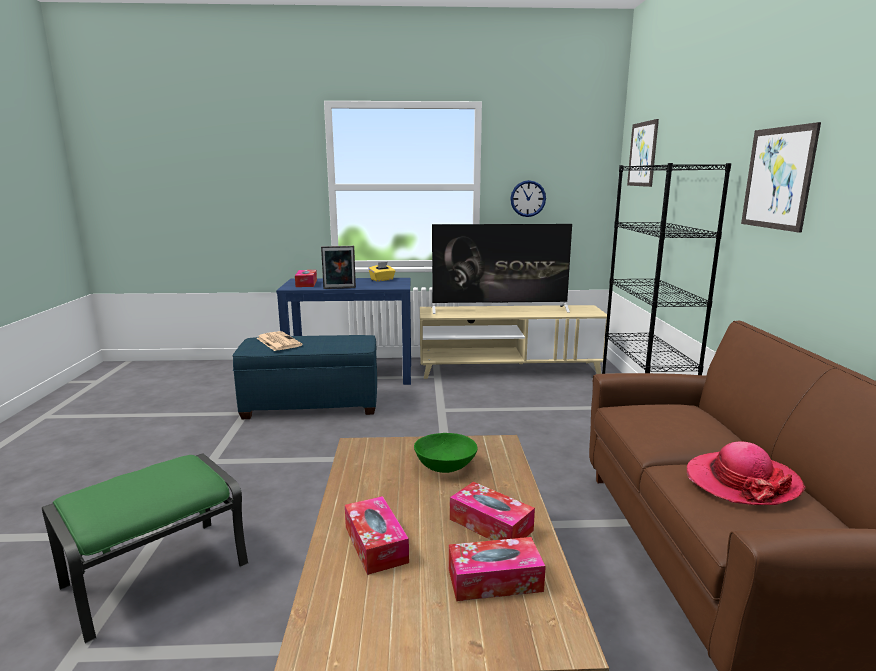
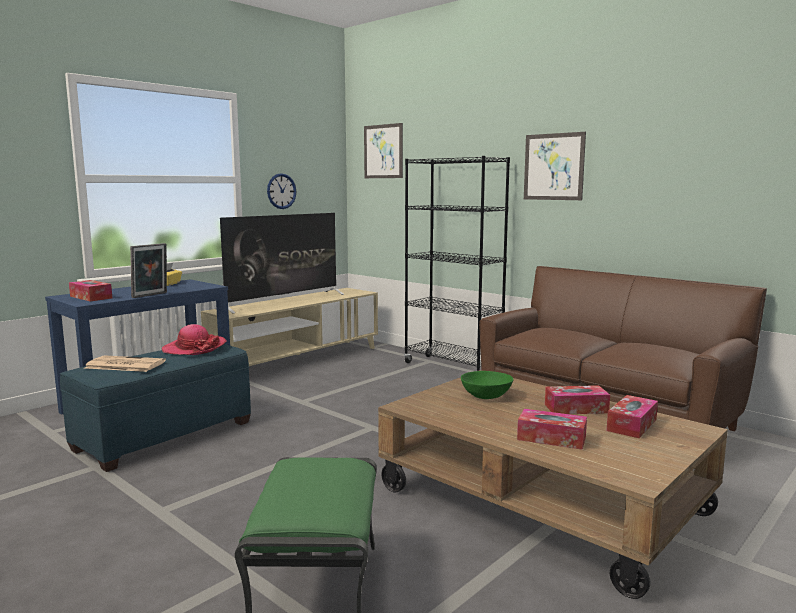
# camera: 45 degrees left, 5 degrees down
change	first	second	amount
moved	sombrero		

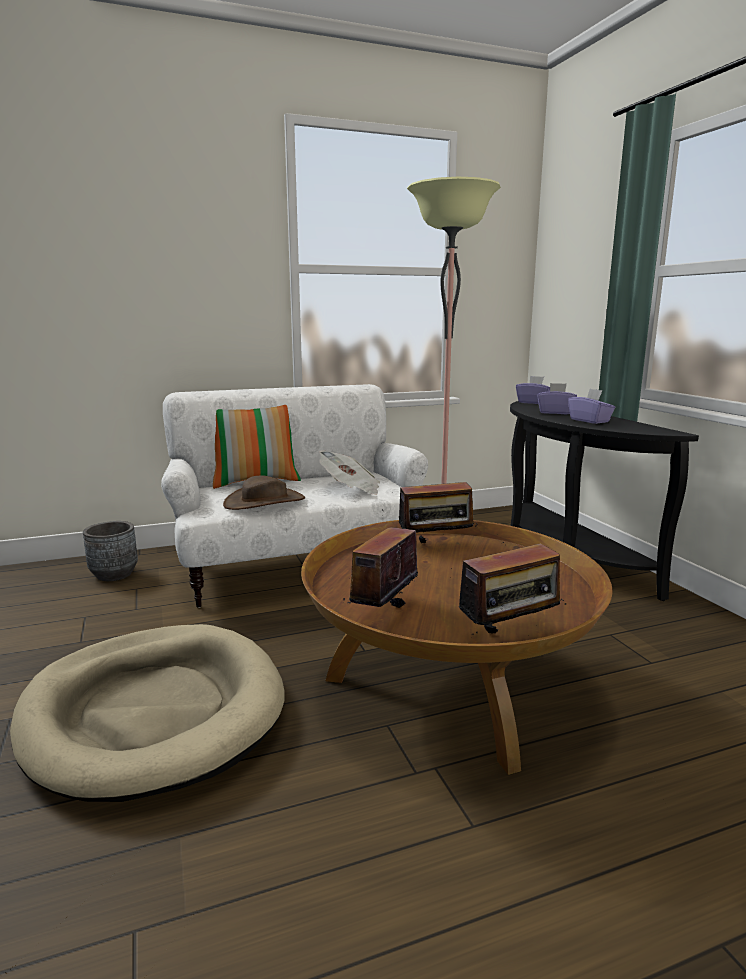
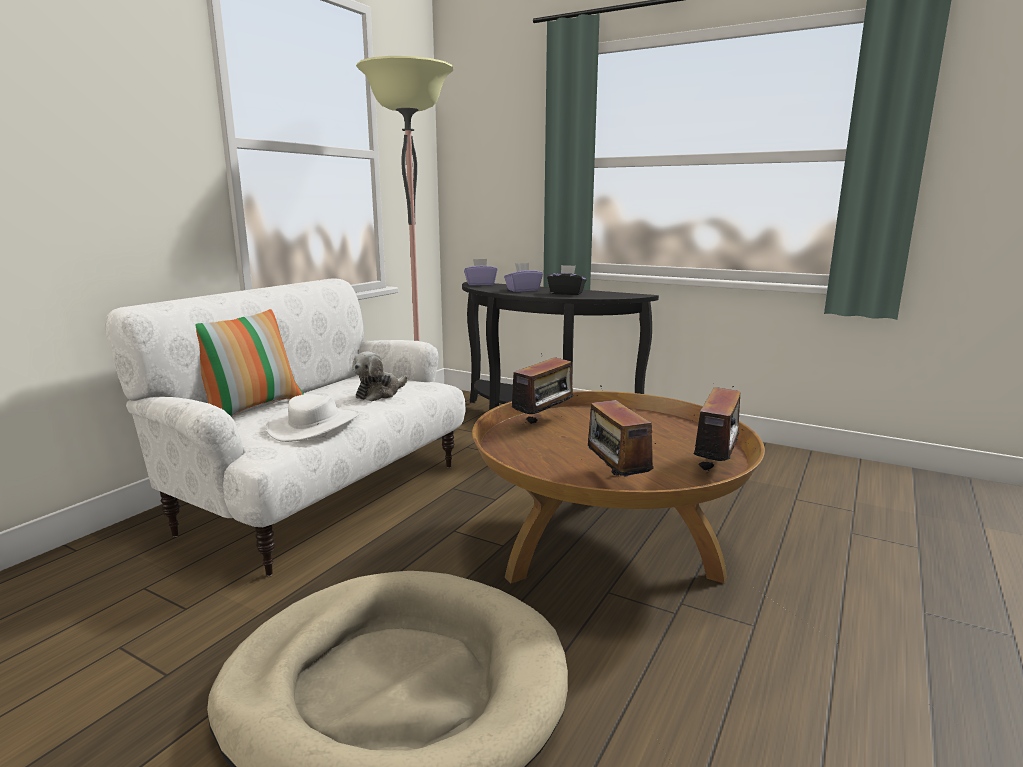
# camera: 40 degrees left, 0 degrees up
change	first	second	amount
removed	maceta [gris]		
recoloured	sombrero [marrón]	sombrero [blanco]	
replaced	periódico	peluche	
recoloured	caja de pañuelos [morado] (3rd from left)	caja de pañuelos [negro]	

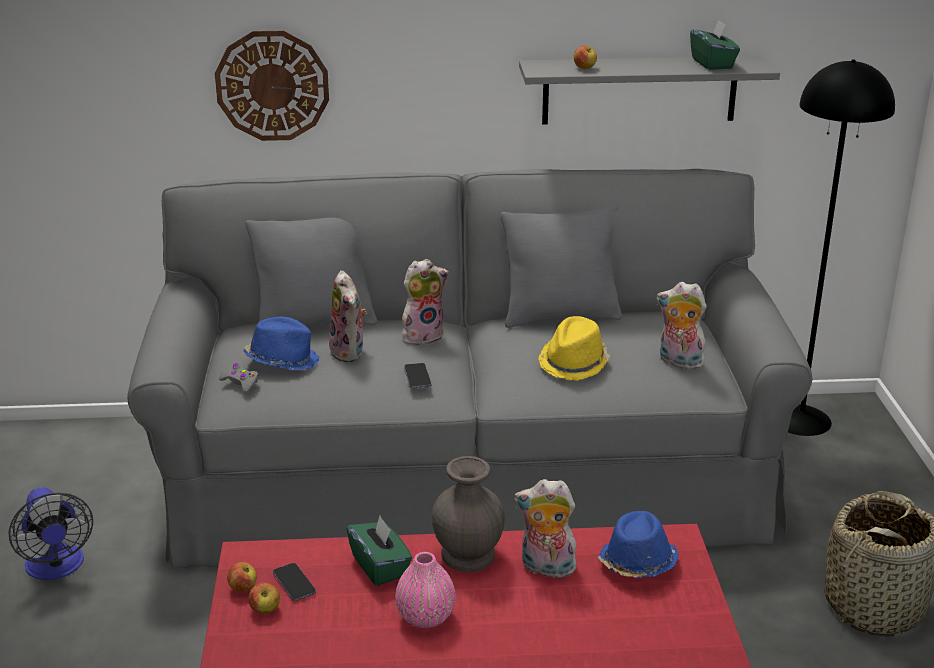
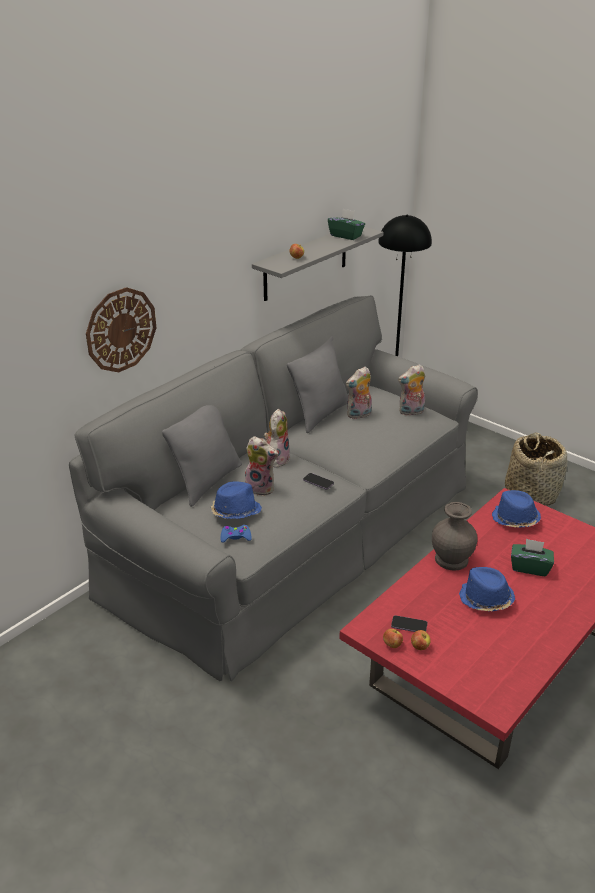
# camera: 45 degrees left, 5 degrees up
change	first	second	amount
removed	ventilador		
recoloured	mando de consola [gris]	mando de consola [azul]	
moved	caja de pañuelos [verde] (1st from left in the first image)	caja de pañuelos [verde] (2nd from left)	
replaced	florero [rosa]	sombrero [azul] (2nd from left)	
moved	peluche (3rd from left)		
removed	sombrero [amarillo]		

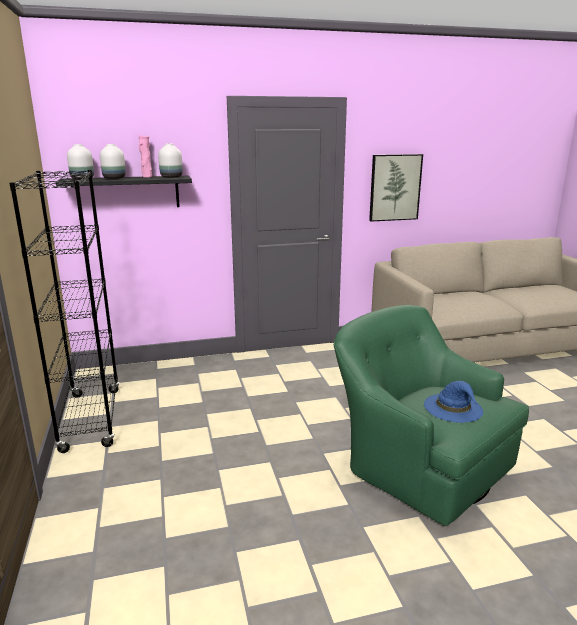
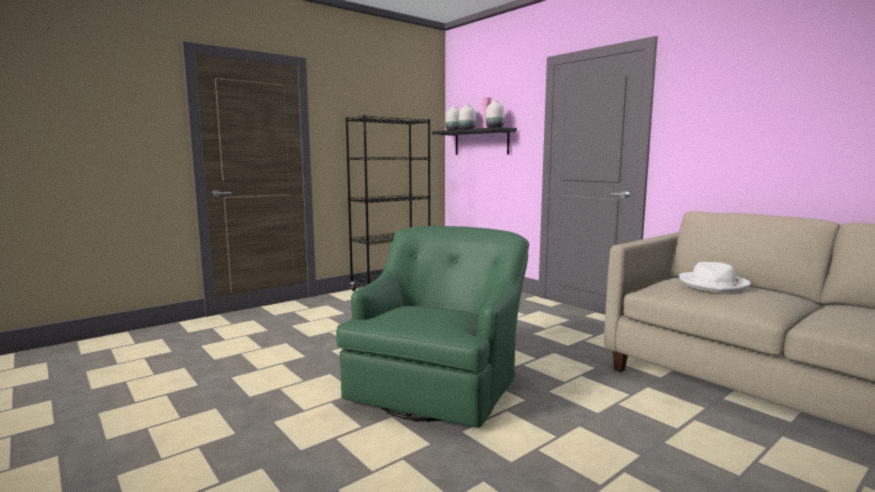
# camera: 65 degrees right, 10 degrees down
change	first	second	amount
removed	cuadro		
removed	sombrero [azul]		
added		sombrero [blanco]	

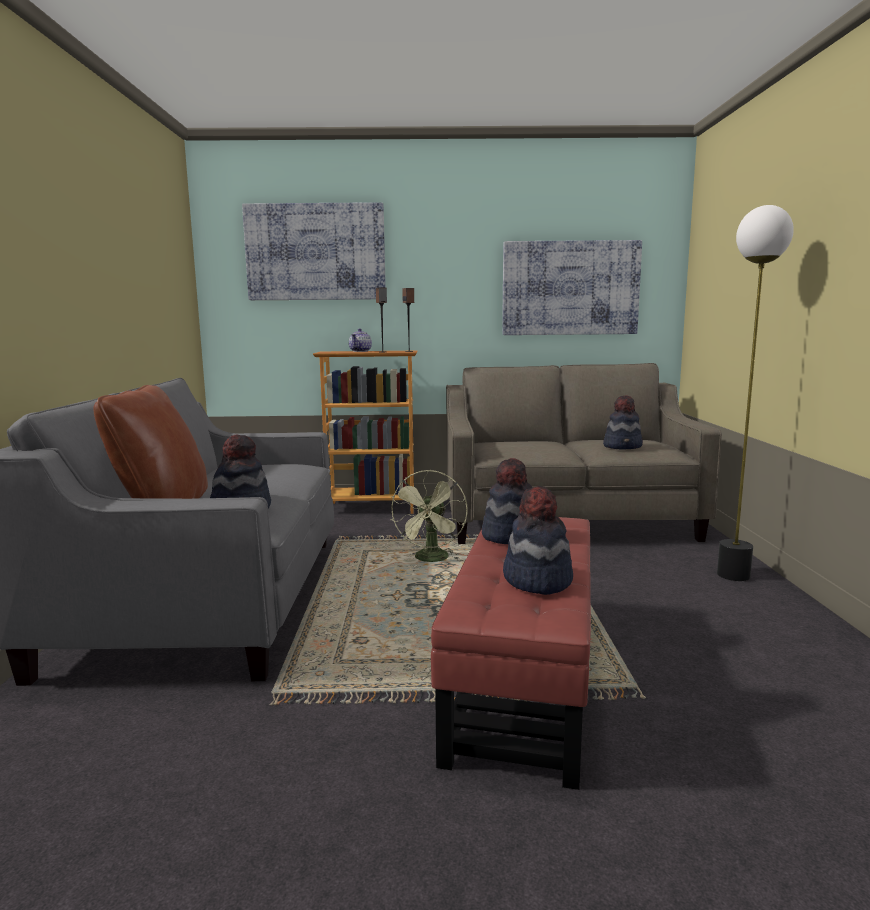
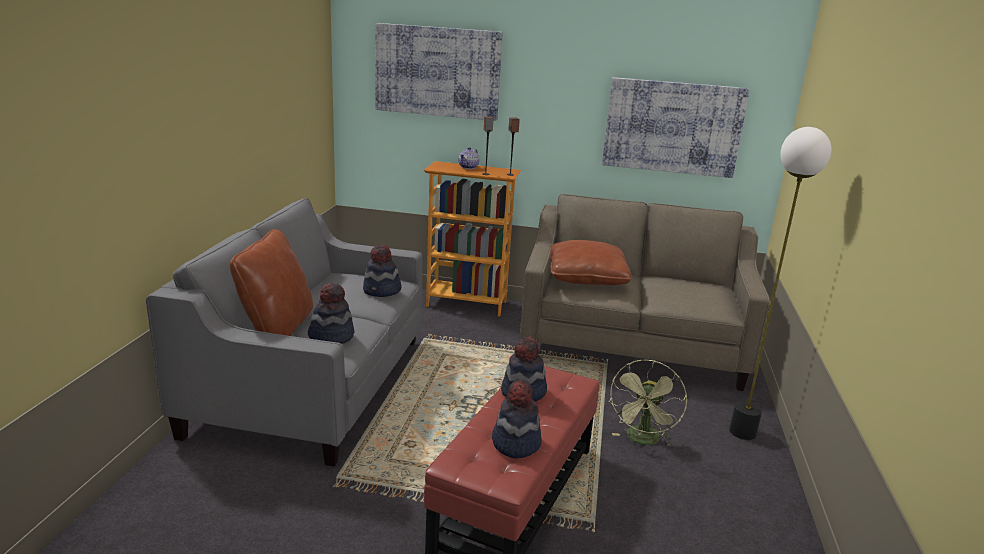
# camera: 10 degrees right, 10 degrees up
change	first	second	amount
moved	ventilador [verde]		
moved	sombrero (4th from left in the first image)	sombrero (2nd from left)	
added		cojín [marrón] (2nd from left)	

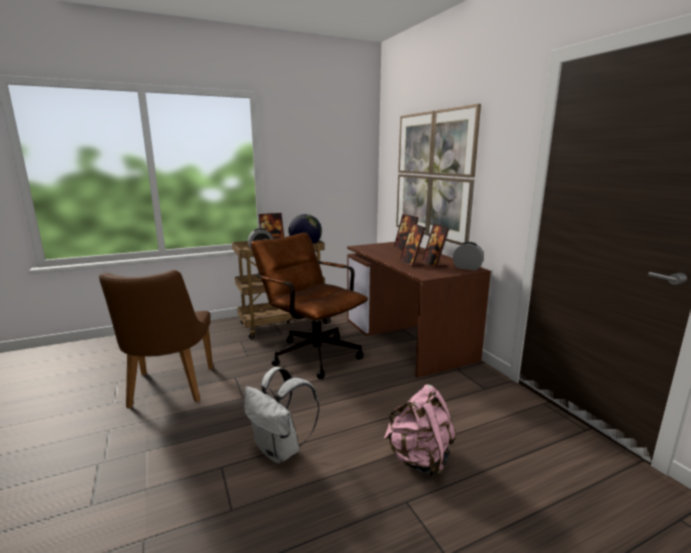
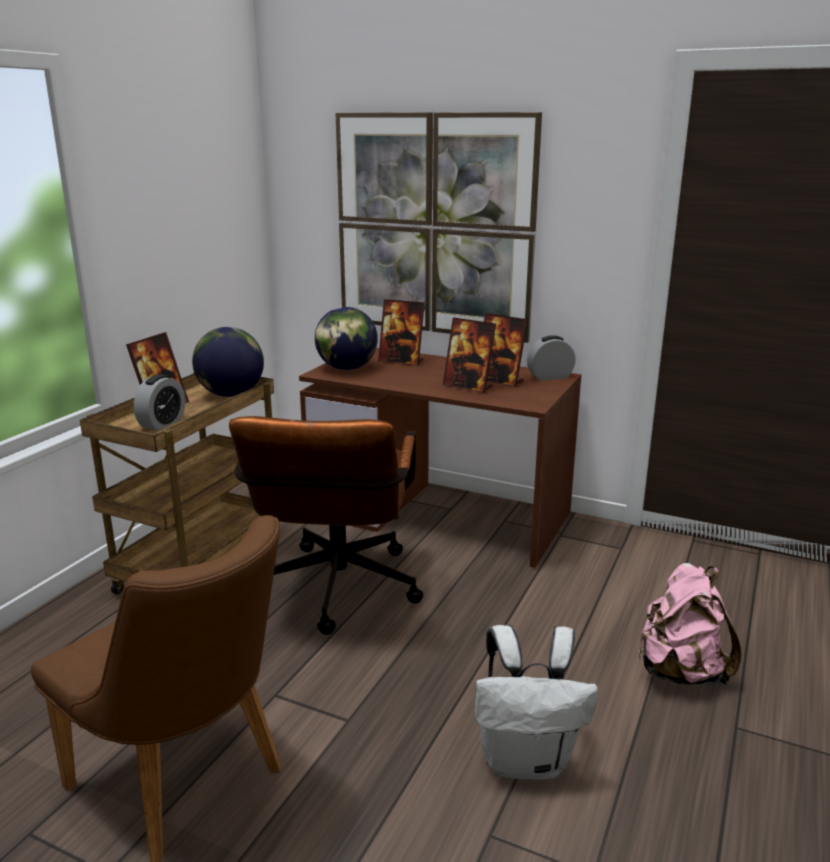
# camera: 40 degrees left, 5 degrees up
change	first	second	amount
turned	silla de oficina [marrón]		90 degrees counterclockwise
added		globo terráqueo (2nd from left)	

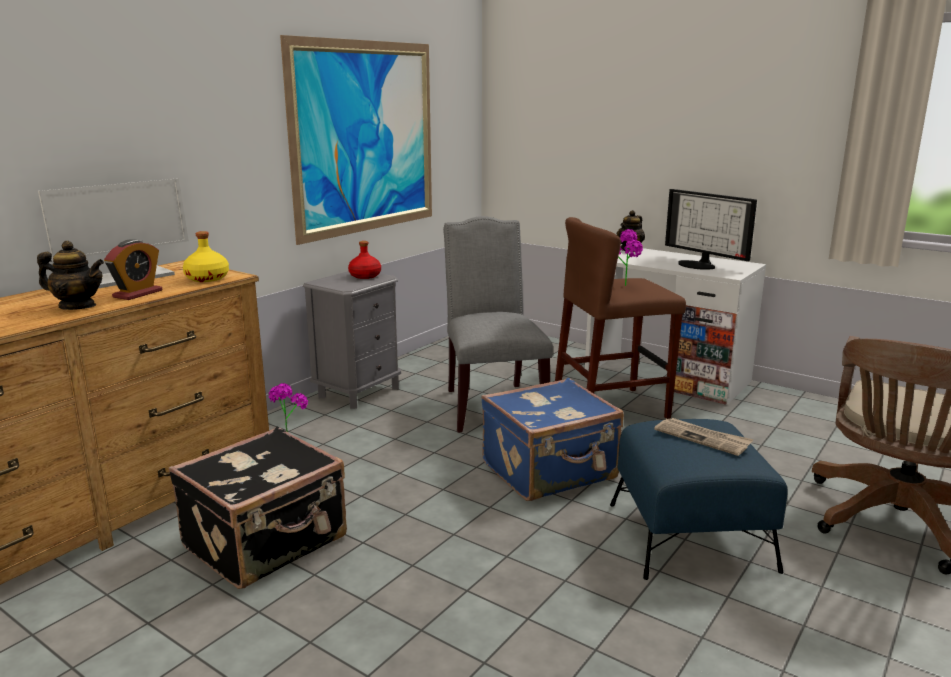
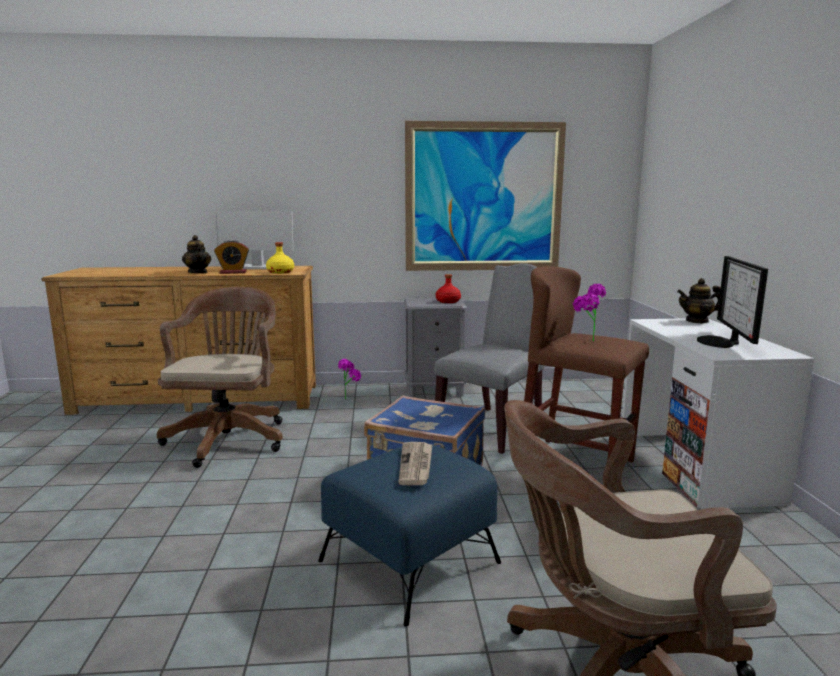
# camera: 50 degrees right, 5 degrees down
change	first	second	amount
replaced	maleta [negro]	silla de oficina [marrón] (1st from left)	

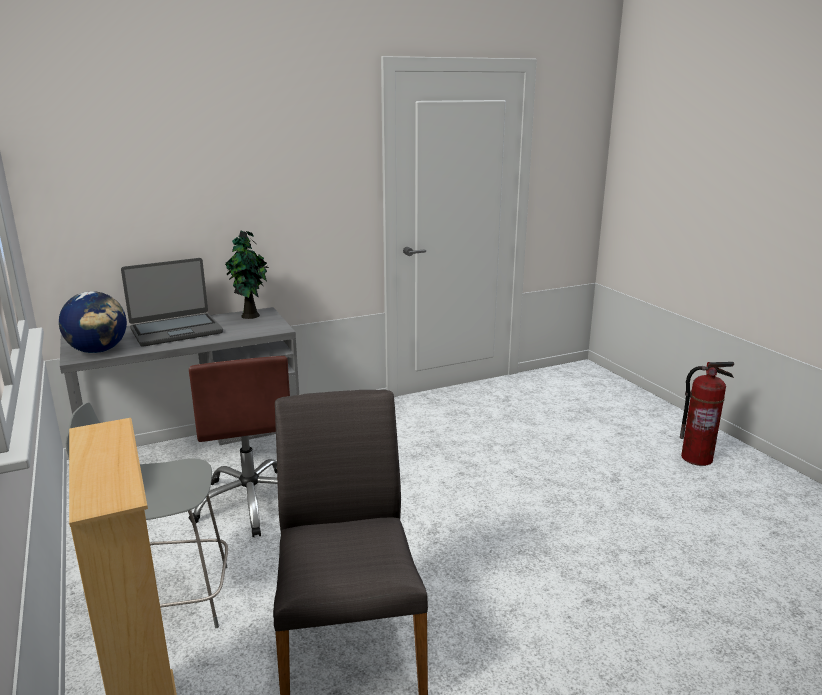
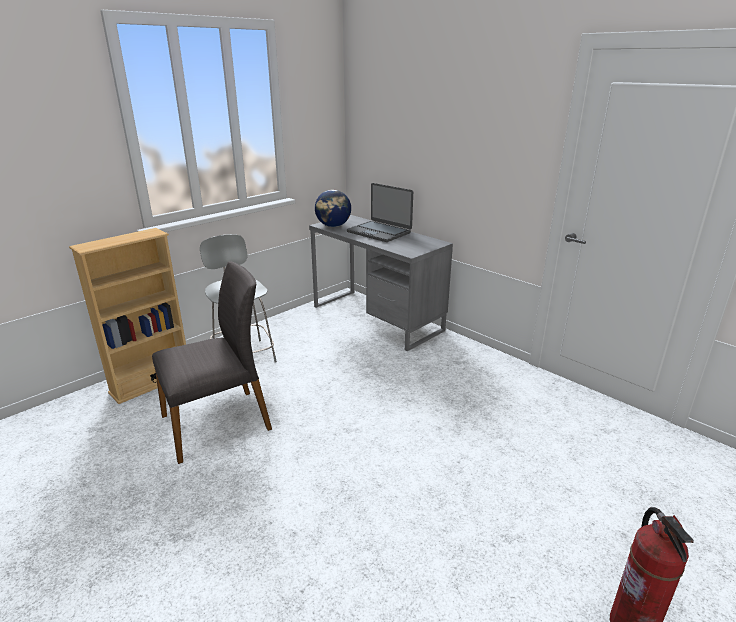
# camera: 70 degrees right, 5 degrees up
change	first	second	amount
removed	silla de oficina [marrón]		
removed	planta en maceta		

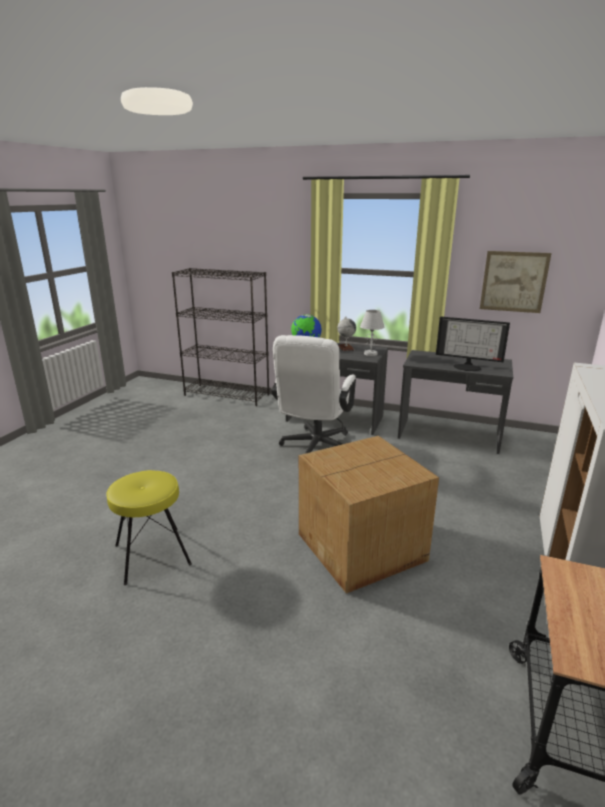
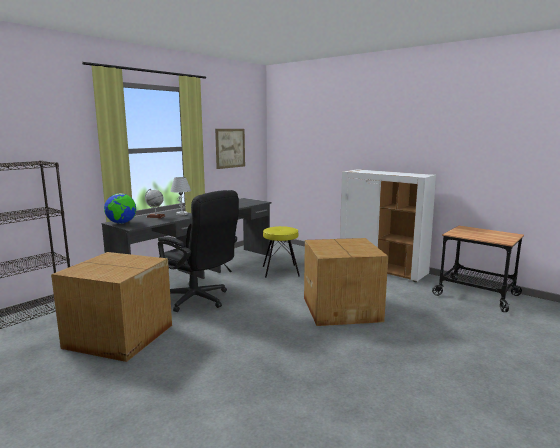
# camera: 70 degrees left, 10 degrees down
change	first	second	amount
moved	taburete [amarillo]		
recoloured	silla de oficina [blanco]	silla de oficina [negro]	
removed	monitor		
added		caja de cartón (1st from left)	

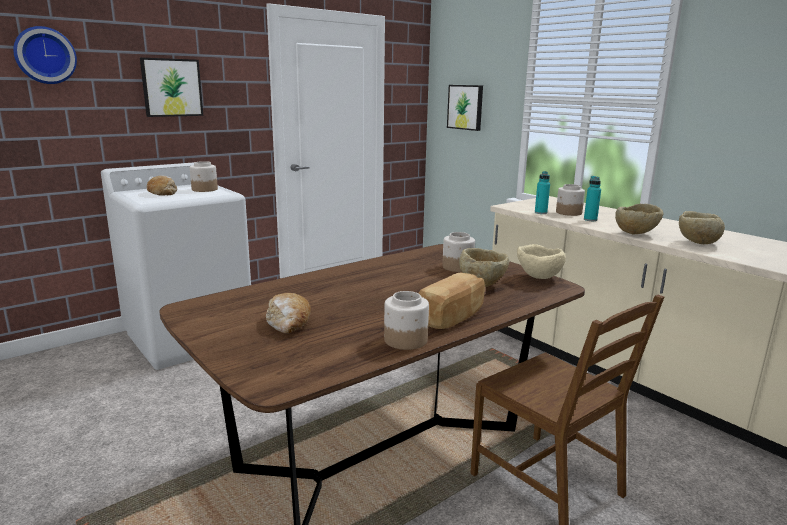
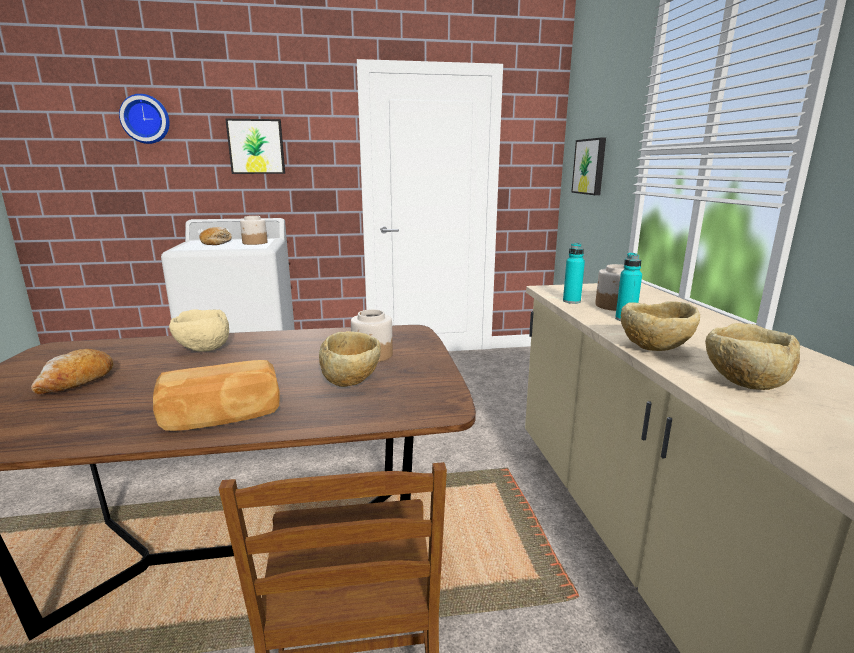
# camera: 30 degrees right, 0 degrees up
change	first	second	amount
removed	tarro (2nd from left)		
moved	cuenco [beis] (2nd from left in the first image)	cuenco [beis] (1st from left)	

